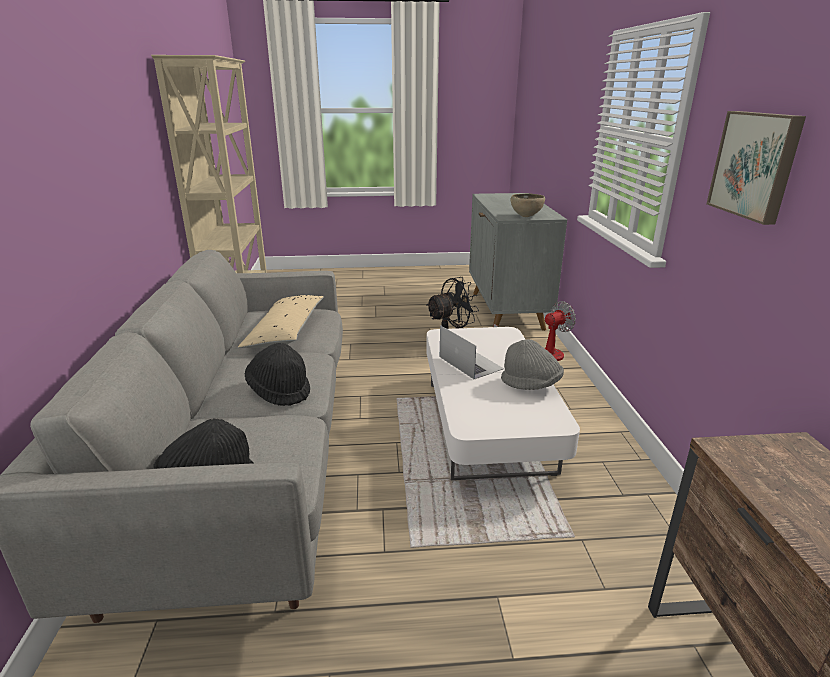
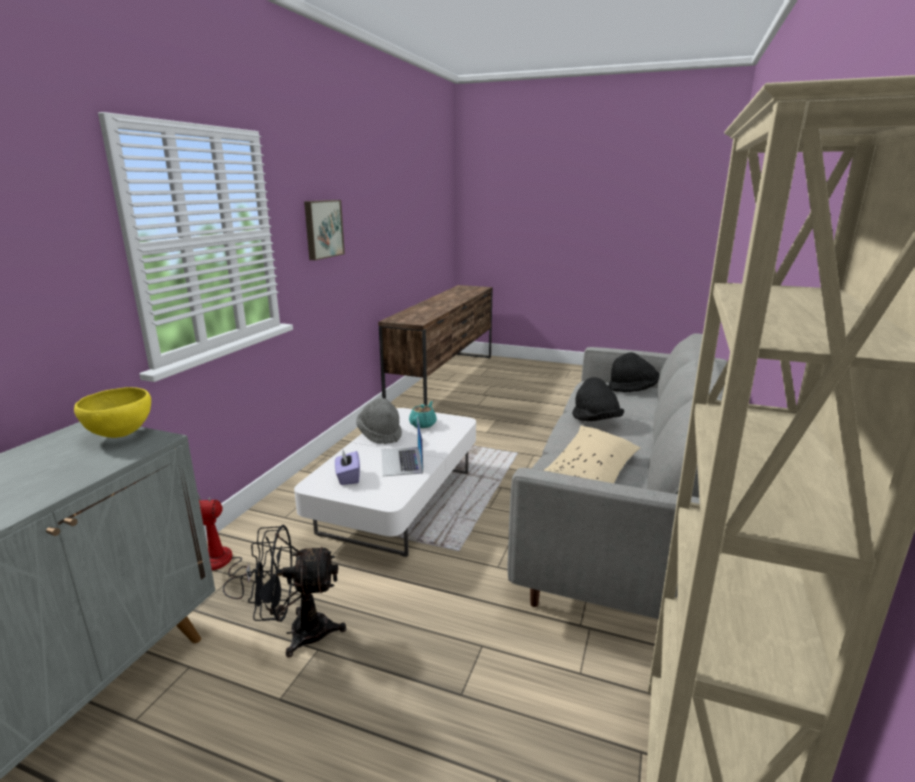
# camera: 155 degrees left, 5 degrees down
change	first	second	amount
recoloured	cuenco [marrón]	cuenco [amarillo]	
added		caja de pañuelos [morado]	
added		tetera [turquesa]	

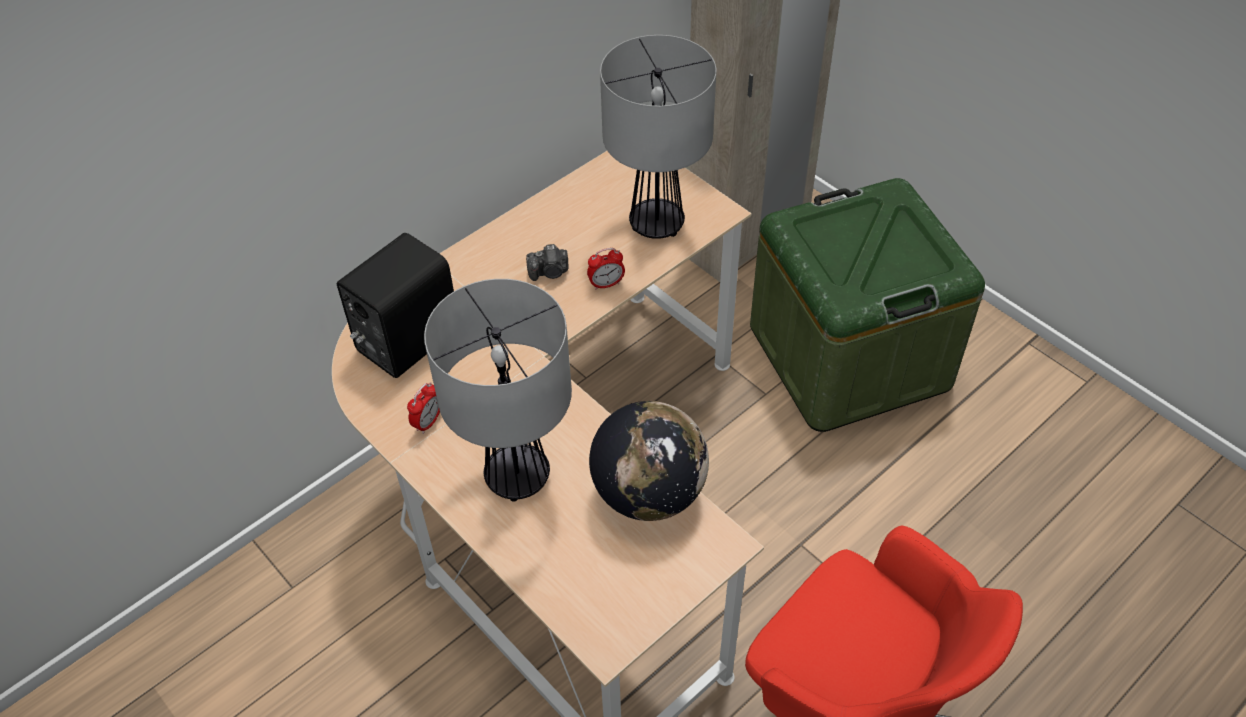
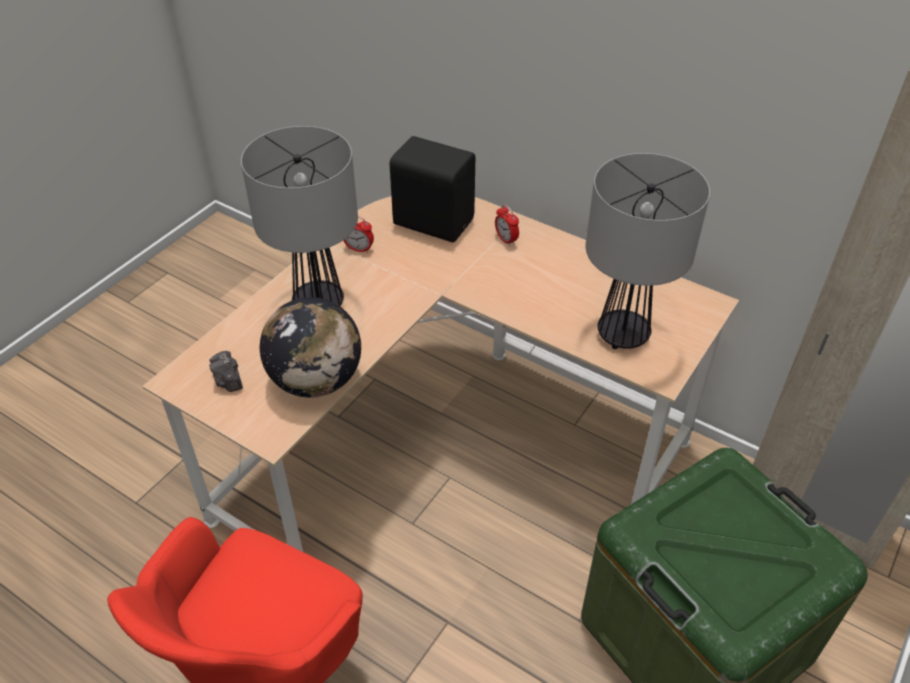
# camera: 75 degrees right, 5 degrees down
change	first	second	amount
moved	cámara		
moved	despertador (2nd from left)		

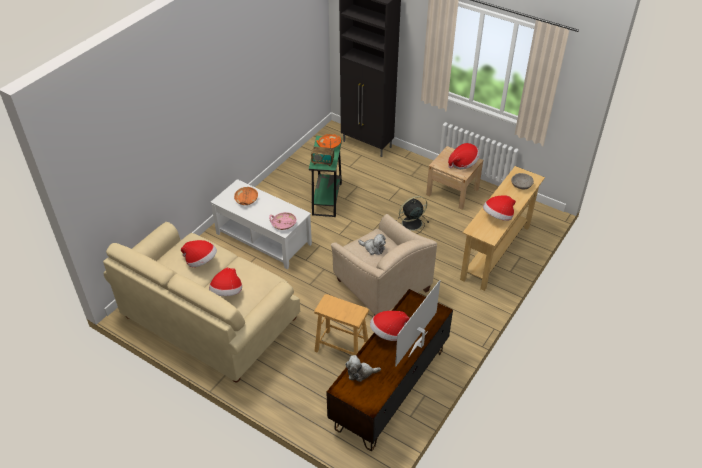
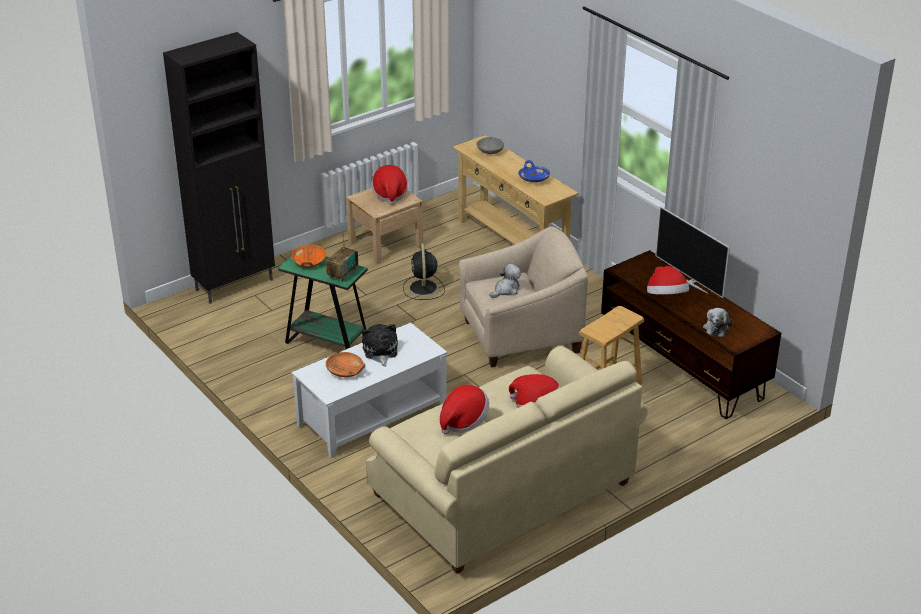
# camera: 70 degrees left, 10 degrees down
change	first	second	amount
removed	cuenco [rosa]		
replaced	sombrero (5th from left)	cuenco [azul]	
added		peluche (1st from left)	

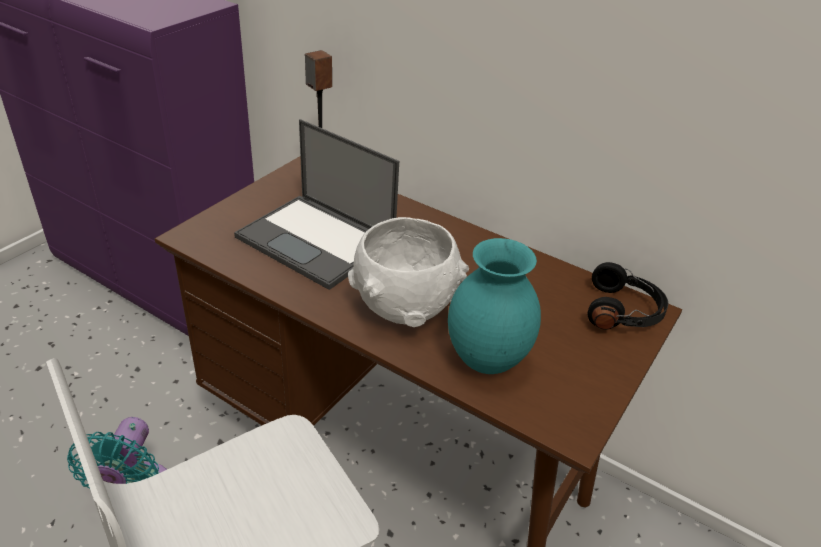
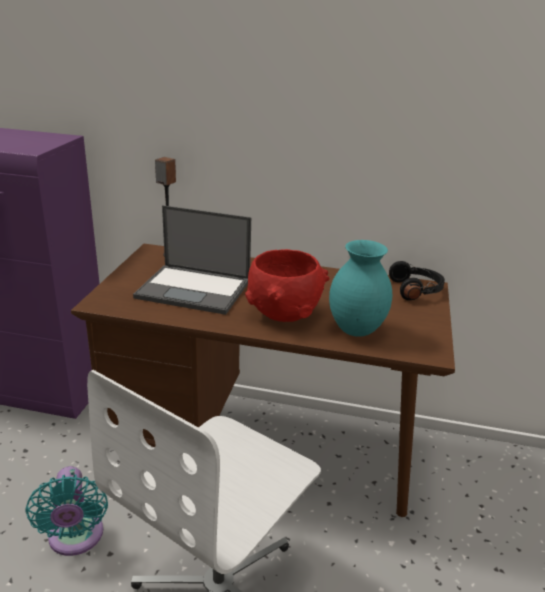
# camera: 20 degrees left, 10 degrees down
change	first	second	amount
recoloured	cuenco [blanco]	cuenco [rojo]	

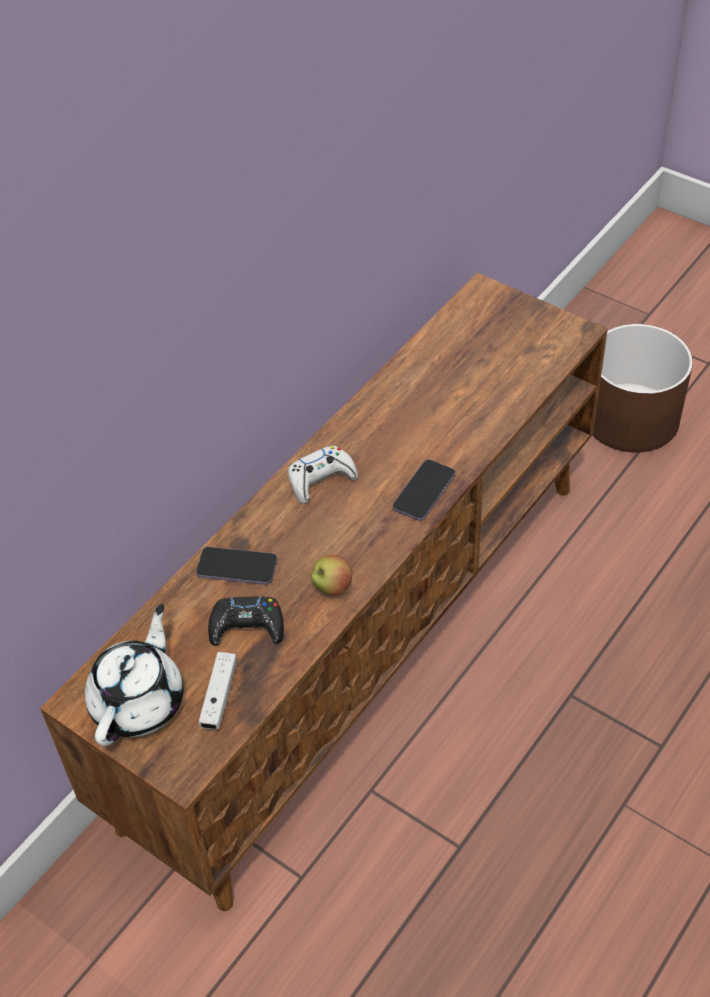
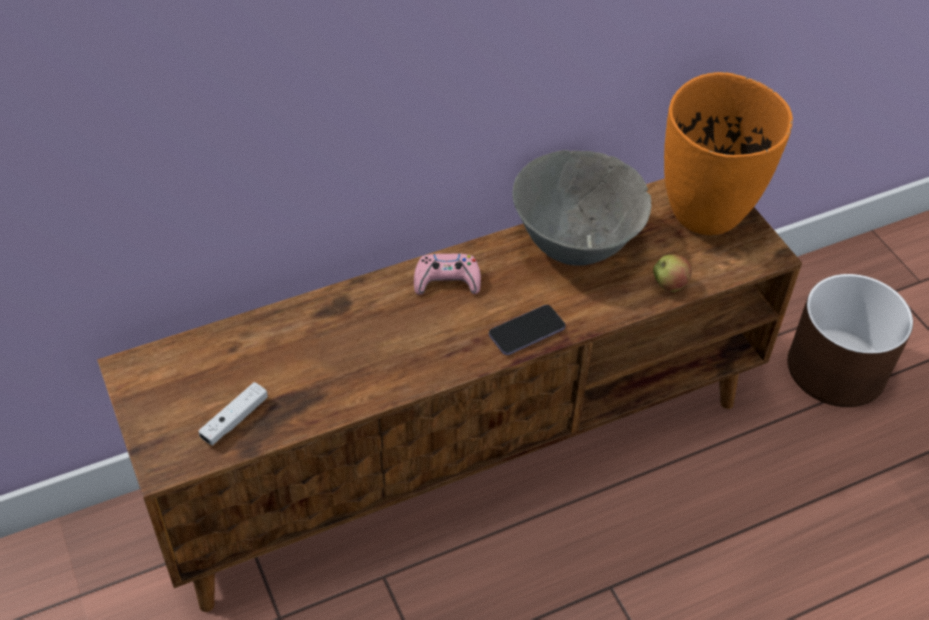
# camera: 25 degrees right, 0 degrees up
change	first	second	amount
removed	tetera [blanco]		
removed	móvil (1st from left)		
removed	mando de consola [negro]		
recoloured	mando de consola [blanco] (2nd from left)	mando de consola [rosa]	
moved	manzana		
added		cuenco [gris]	
added		florero [naranja]	

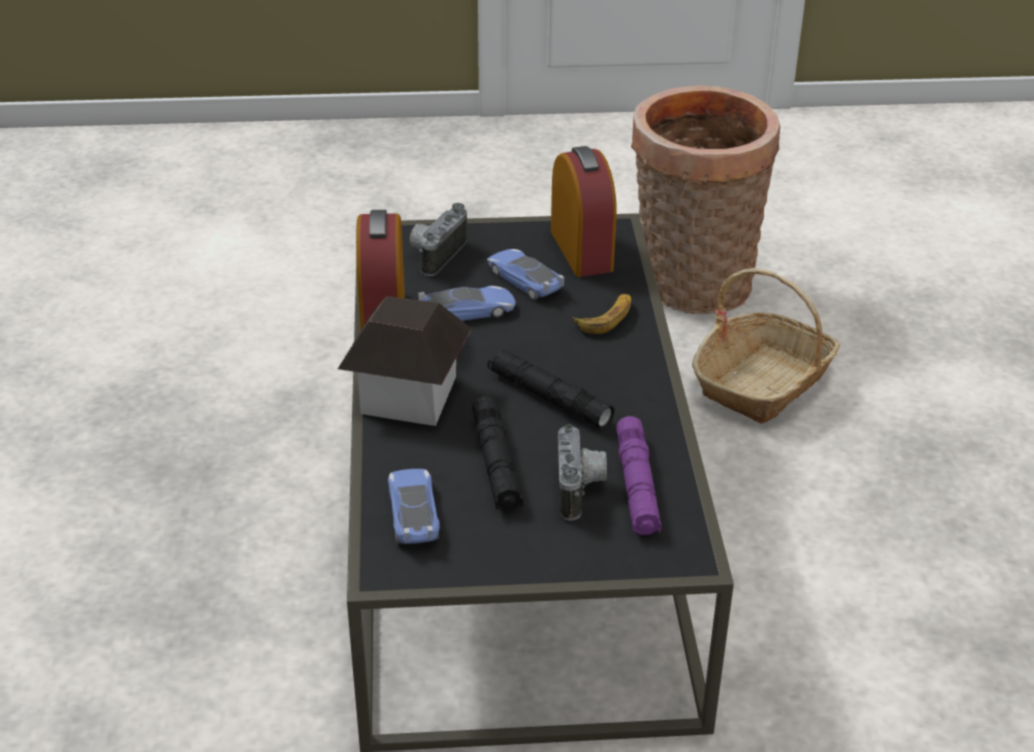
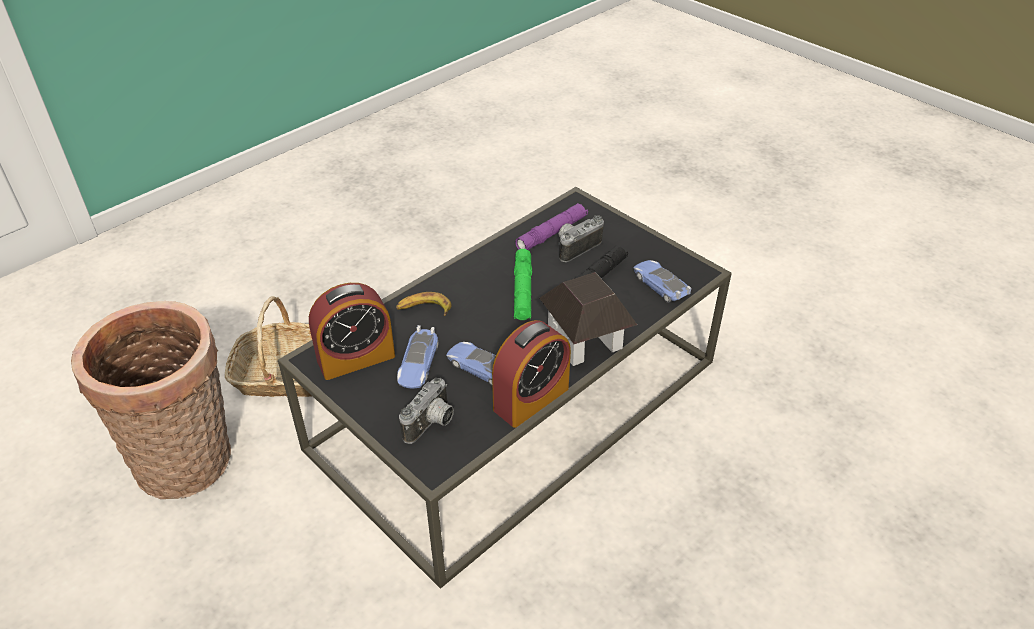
# camera: 130 degrees left, 5 degrees up
change	first	second	amount
turned	coche de juguete (1st from left in the first image)	coche de juguete (3rd from left)	105 degrees clockwise
turned	cámara (1st from left)		45 degrees counterclockwise
recoloured	linterna [negro] (2nd from left)	linterna [verde]	
turned	despertador (2nd from left in the first image)	despertador (1st from left)	150 degrees counterclockwise

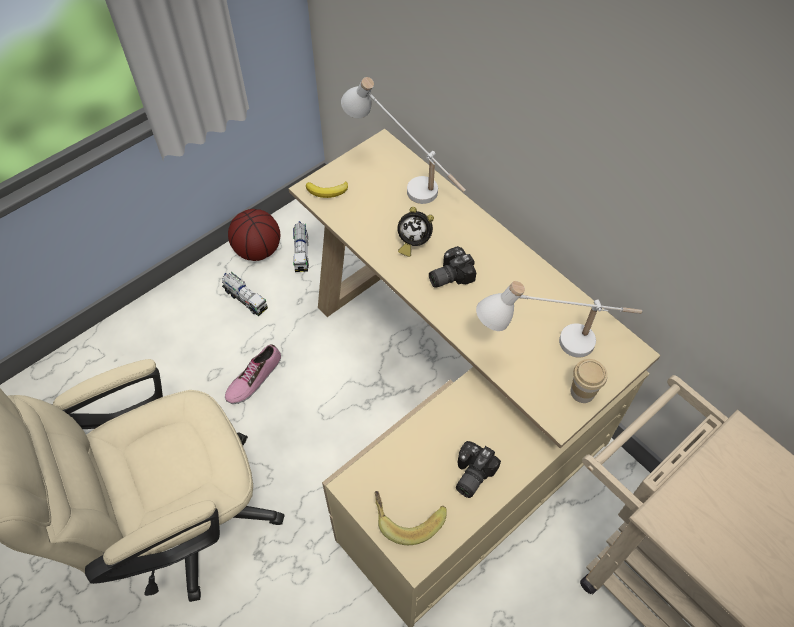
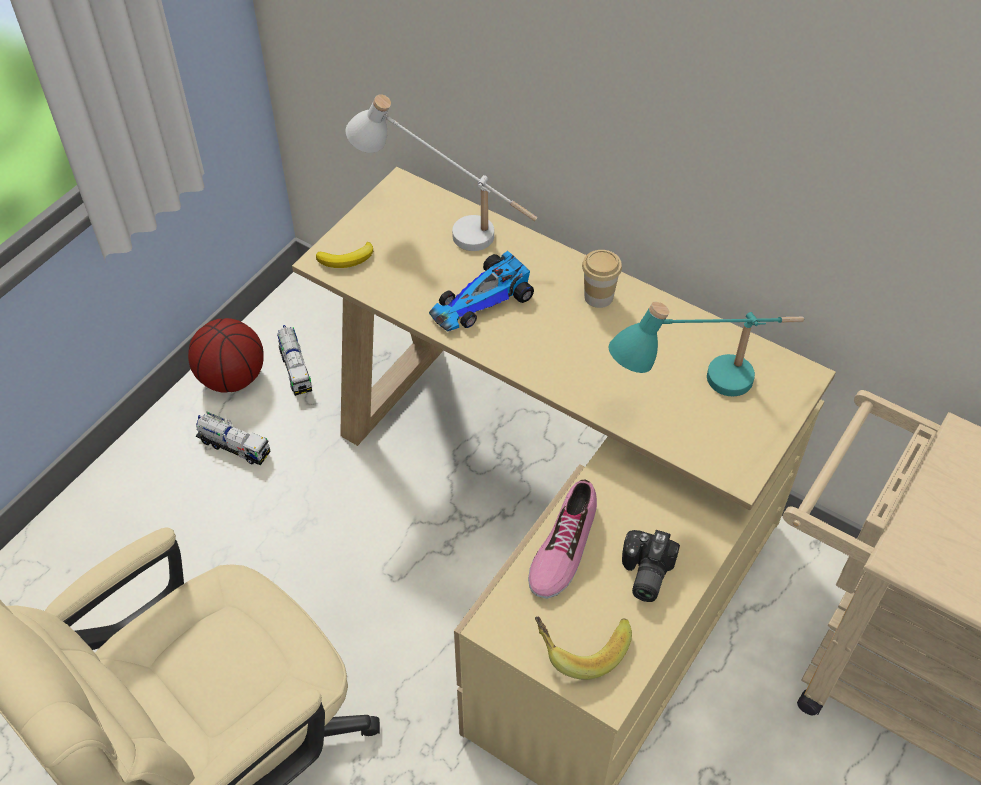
# camera: 15 degrees left, 5 degrees down
change	first	second	amount
moved	zapato		
replaced	despertador	coche de juguete	
removed	cámara (1st from left)		
recoloured	lámpara de mesa [blanco] (2nd from left)	lámpara de mesa [turquesa]	
moved	taza		

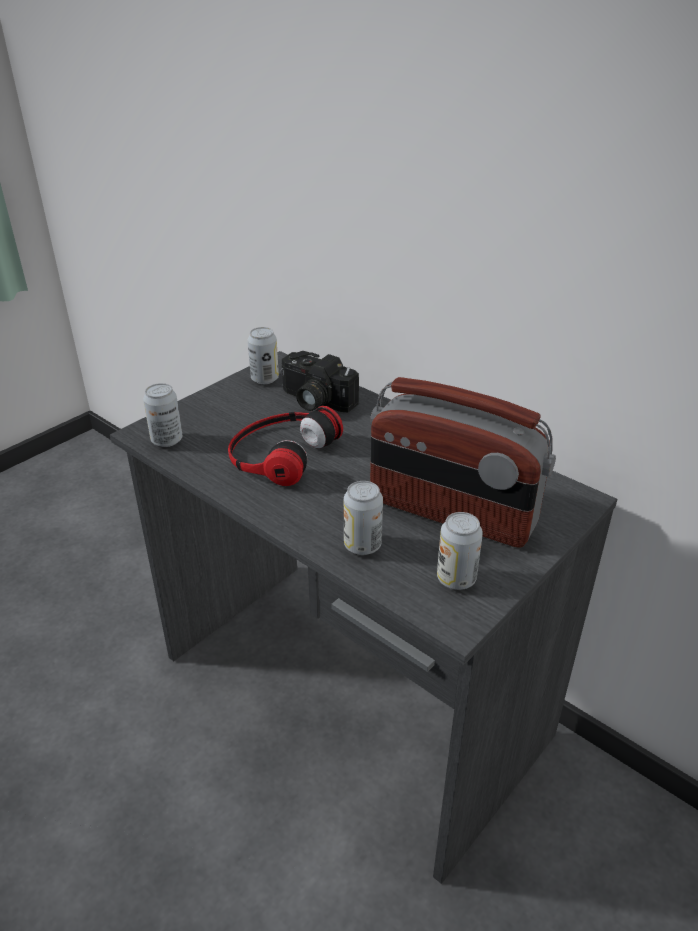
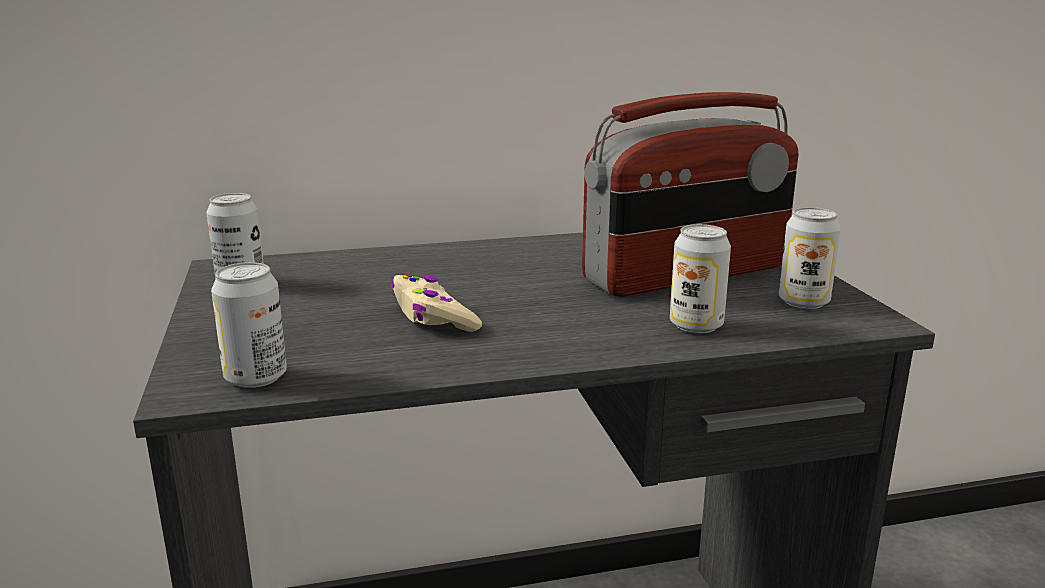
# camera: 55 degrees left, 15 degrees down
change	first	second	amount
replaced	auriculares	mando de consola [beis]	
removed	cámara		

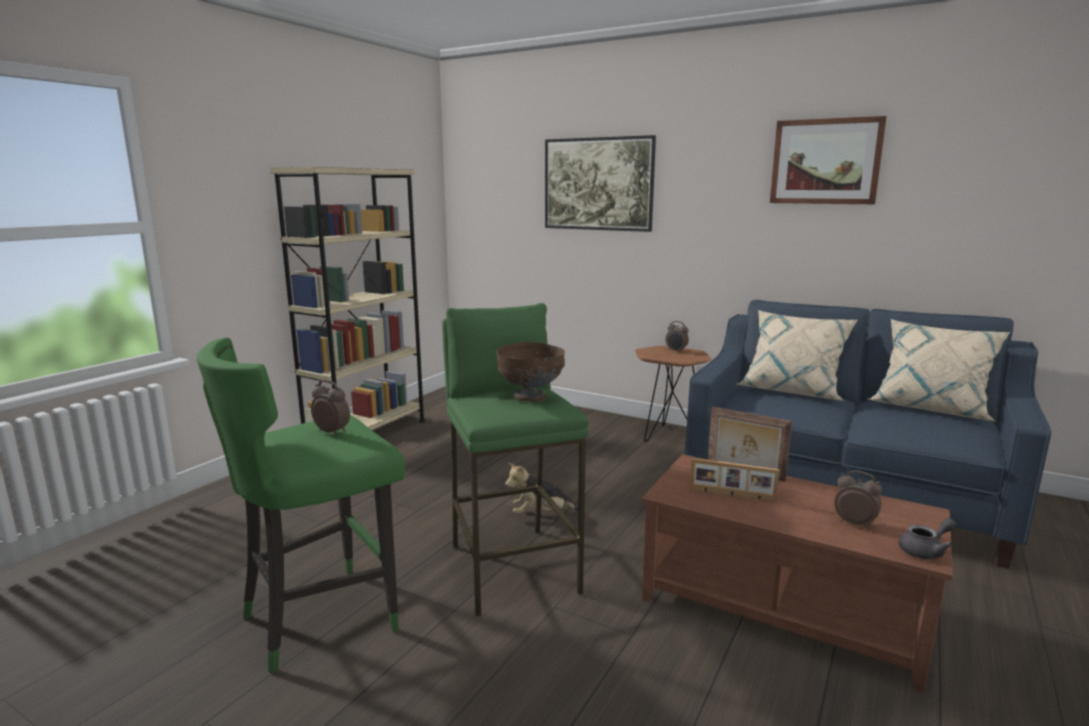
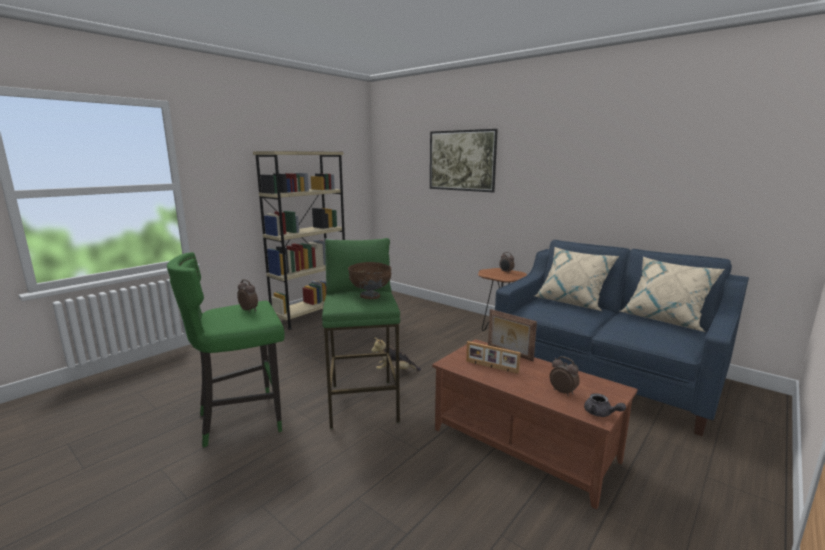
# camera: 10 degrees right, 0 degrees up
change	first	second	amount
removed	cuadro (2nd from left)		
turned	tetera [gris]		60 degrees clockwise

